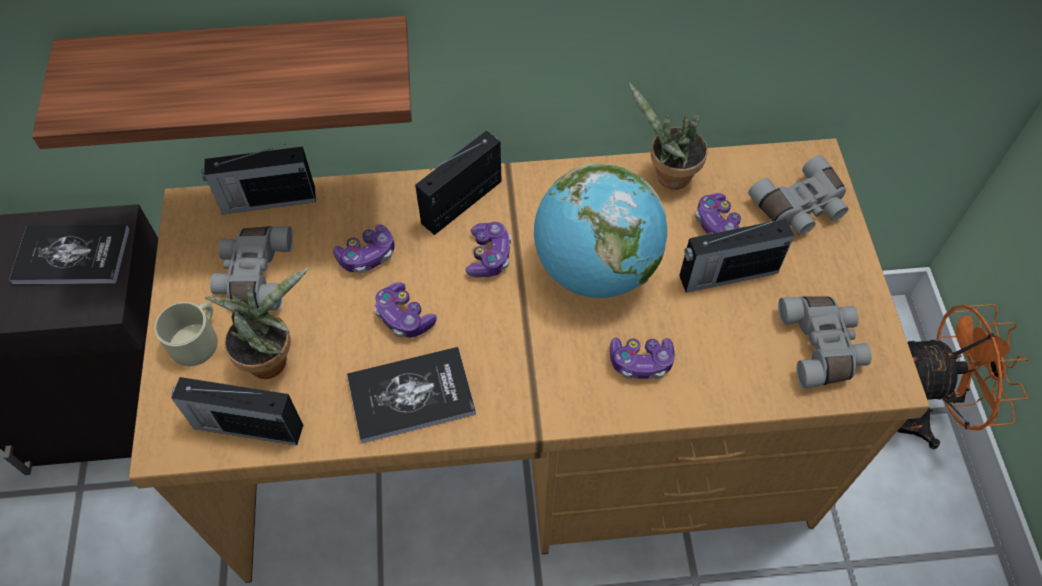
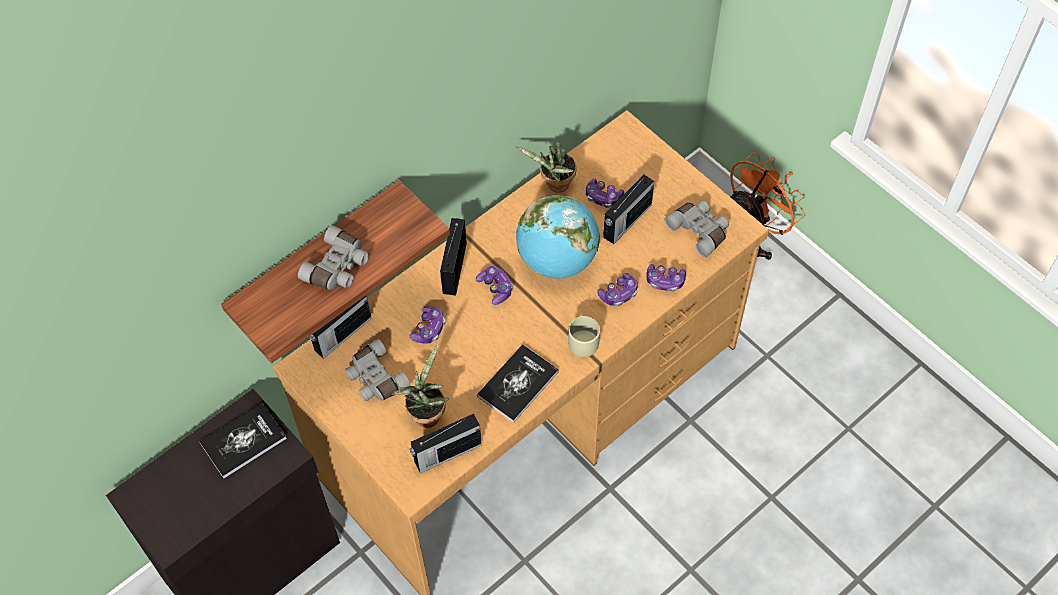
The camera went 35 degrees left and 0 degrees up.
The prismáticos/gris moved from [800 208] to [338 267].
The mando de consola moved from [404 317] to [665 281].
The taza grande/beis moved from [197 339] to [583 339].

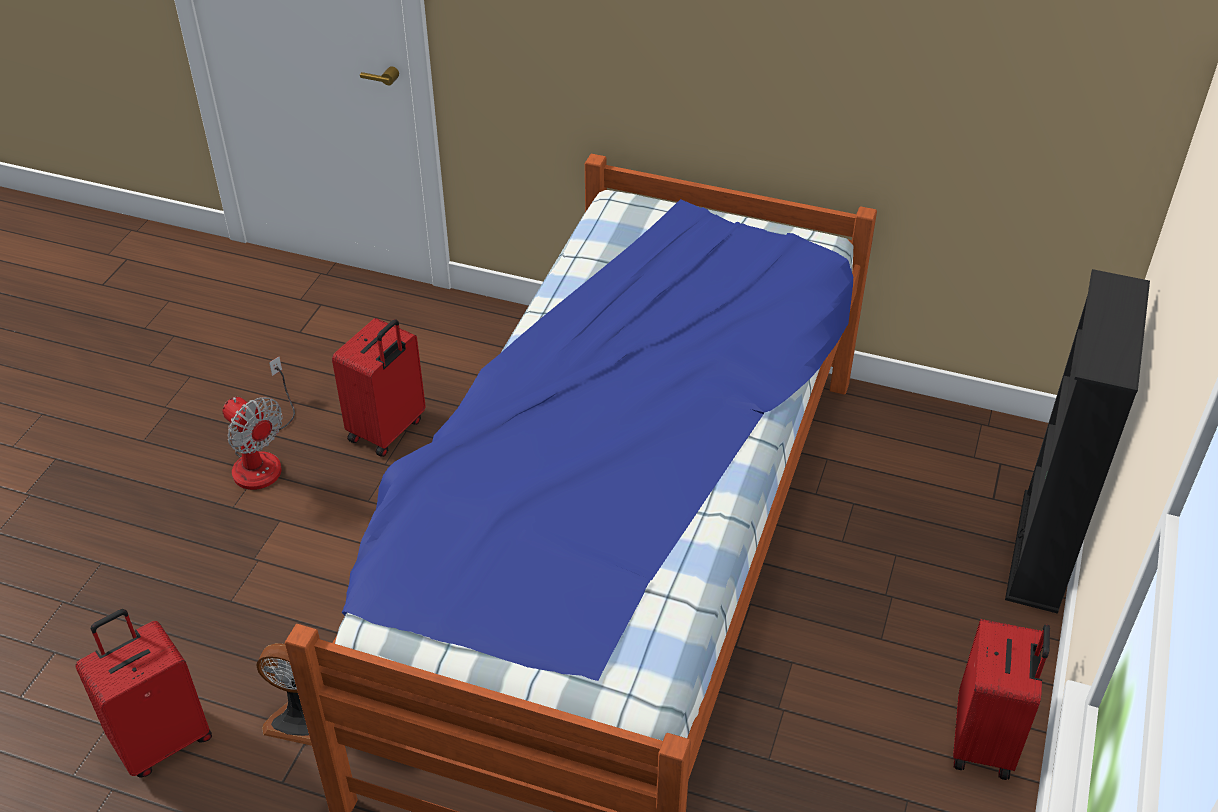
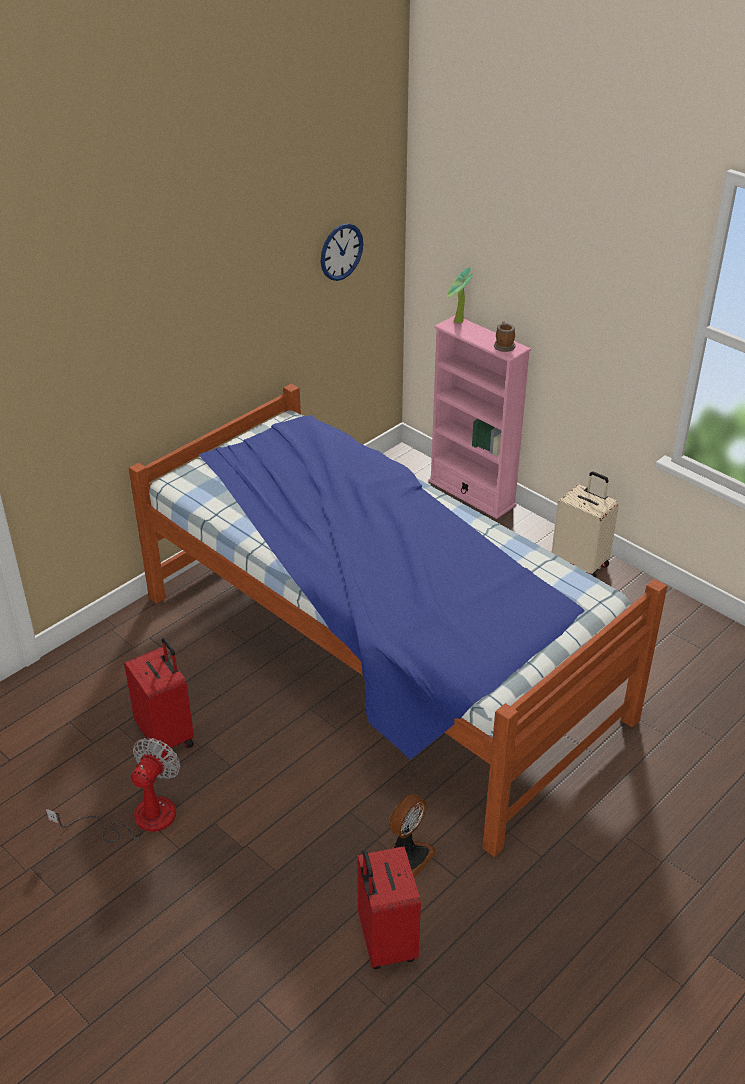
The camera went 65 degrees left and 5 degrees down.
The estantería/negro at [1041 551] became the estantería/rosa at [472 493].
The ventilador at [262 458] turned 45 degrees counterclockwise.
The maleta/rojo at [985 741] became the maleta/beis at [581 563].
The reloj de pared at [341 252] appeared.
The planta en maceta at [457 322] appeared.
The taza grande at [504 345] appeared.

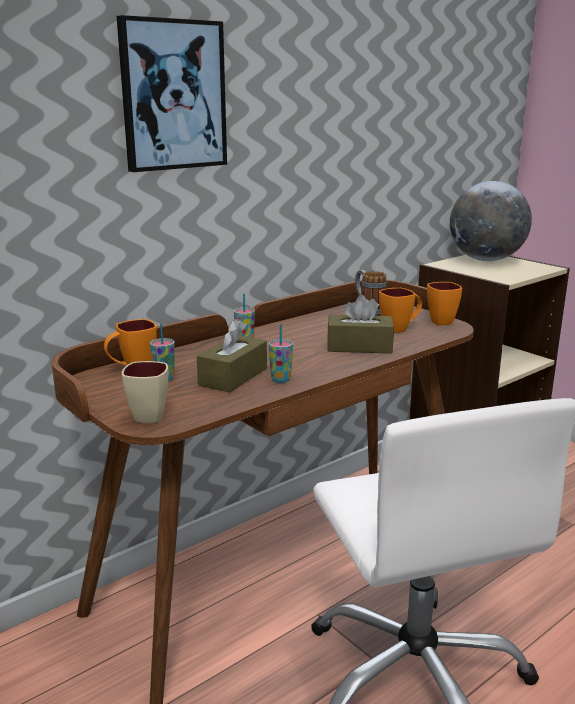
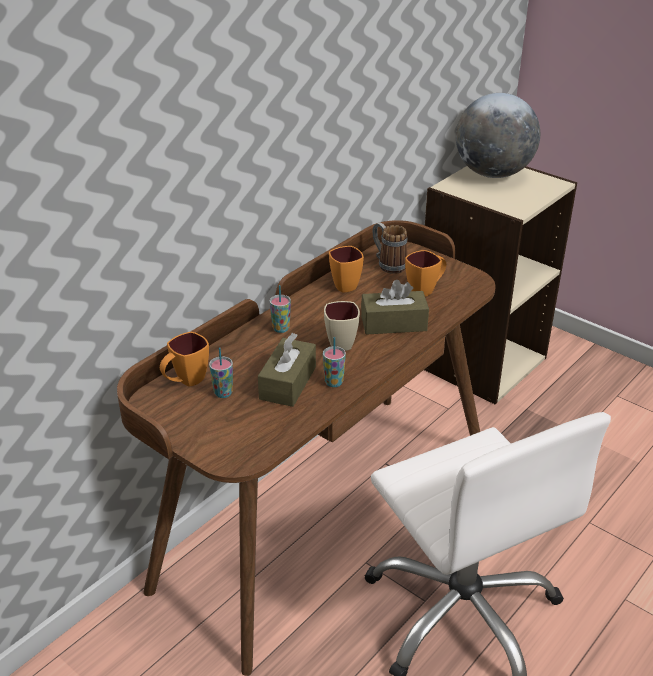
The camera went 10 degrees left and 15 degrees up.
The cuadro at [173 95] disappeared.
The taza grande/naranja moved from [438 320] to [342 284].
The taza grande/beis moved from [150 414] to [340 341].

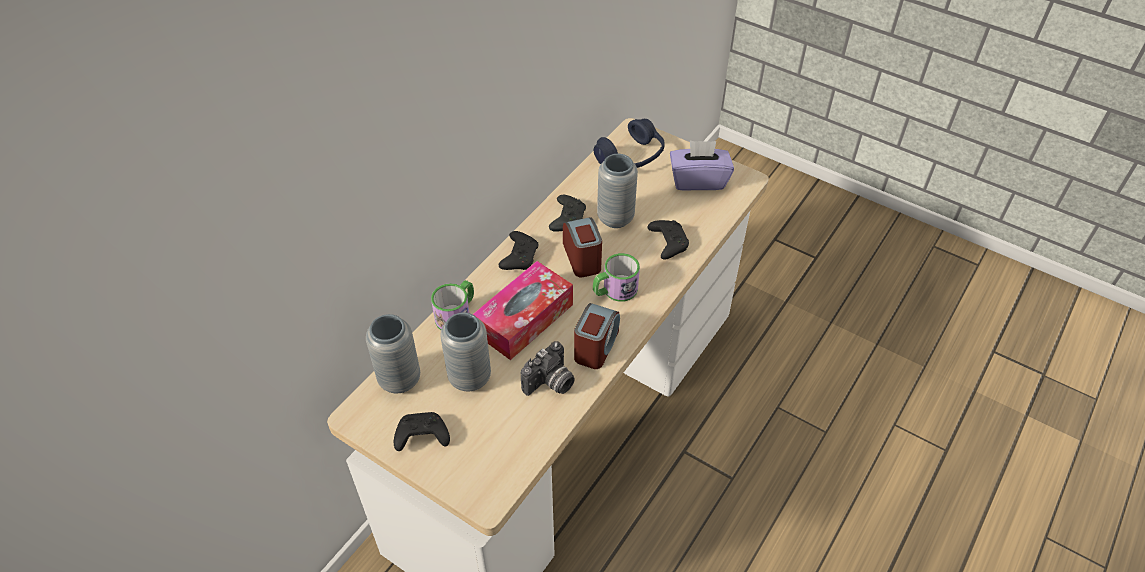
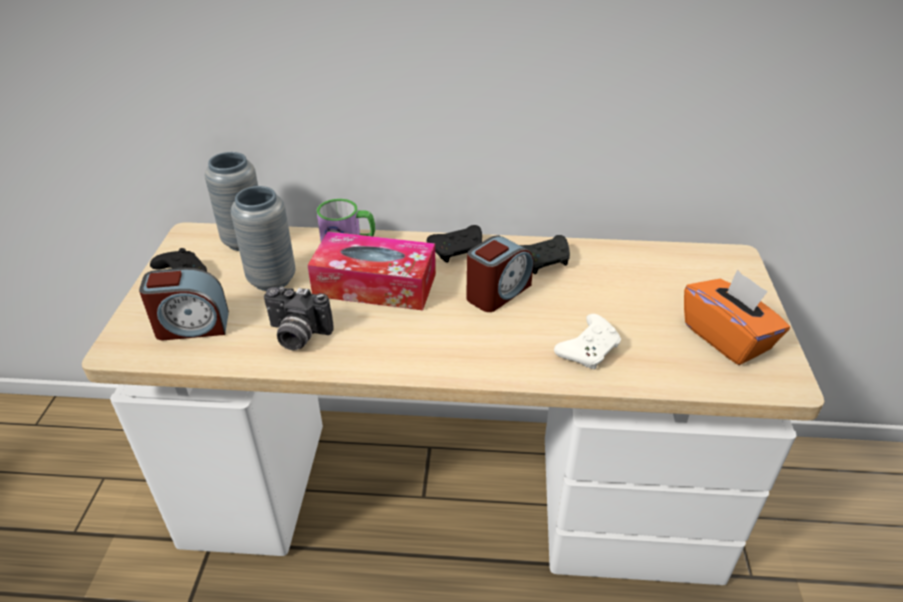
The camera went 60 degrees right and 10 degrees down.
The auriculares/azul at [631 157] disappeared.
The caja de pañuelos/morado at [698 180] became the caja de pañuelos/naranja at [726 337].
The florero/gris at [615 218] disappeared.
The mando de consola/negro at [667 243] became the mando de consola/blanco at [589 349].
The taza grande at [614 291] disappeared.
The despertador moved from [596 346] to [192 326].

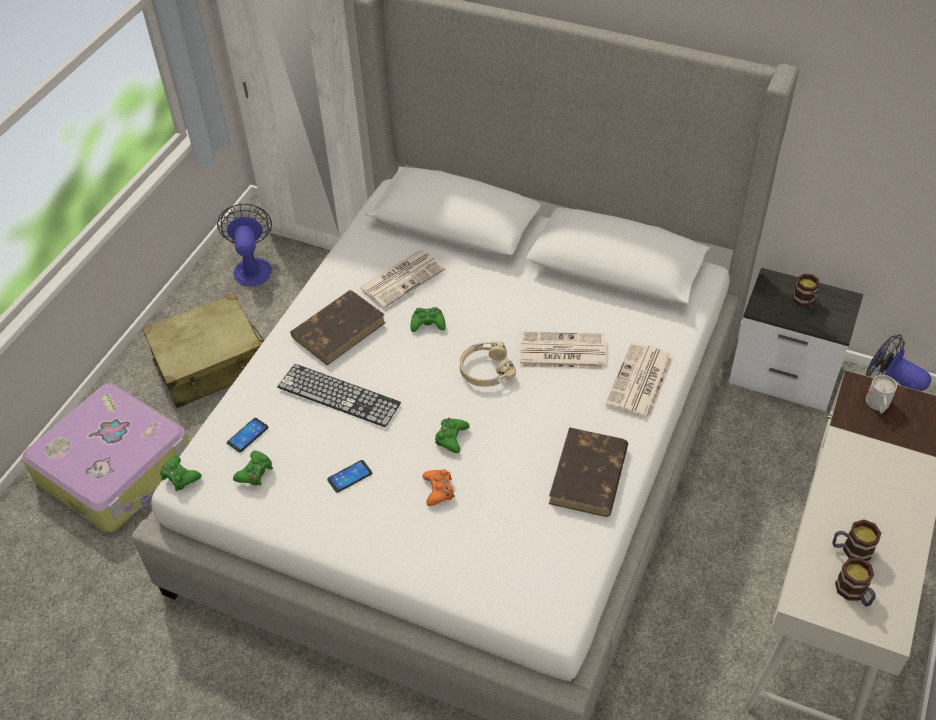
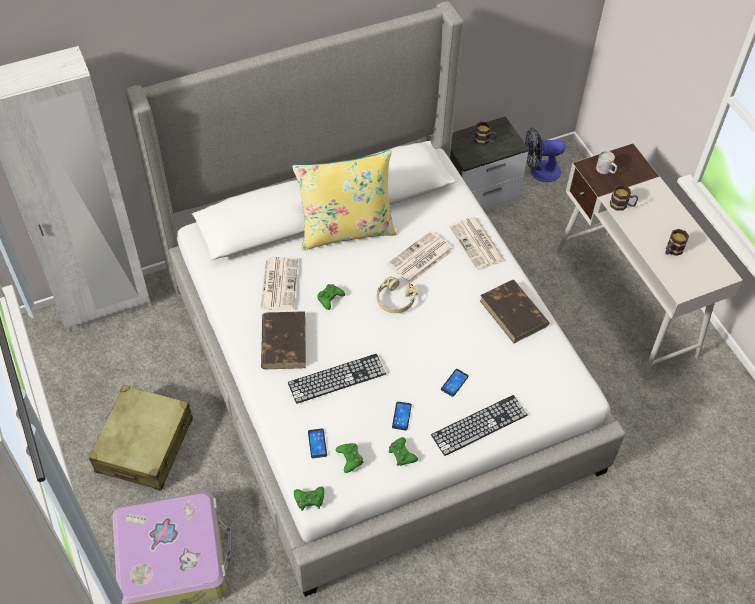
The camera went 50 degrees left and 5 degrees up.
The ventilador at [252 266] disappeared.
The mando de consola/verde moved from [451 438] to [402 454].
The mando de consola/naranja at [439 490] was replaced by the móvil at [454 383].
The taza grande moved from [854 593] to [622 205].
The cojín/amarillo at [346 230] appeared.
The teclado at [479 425] appeared.

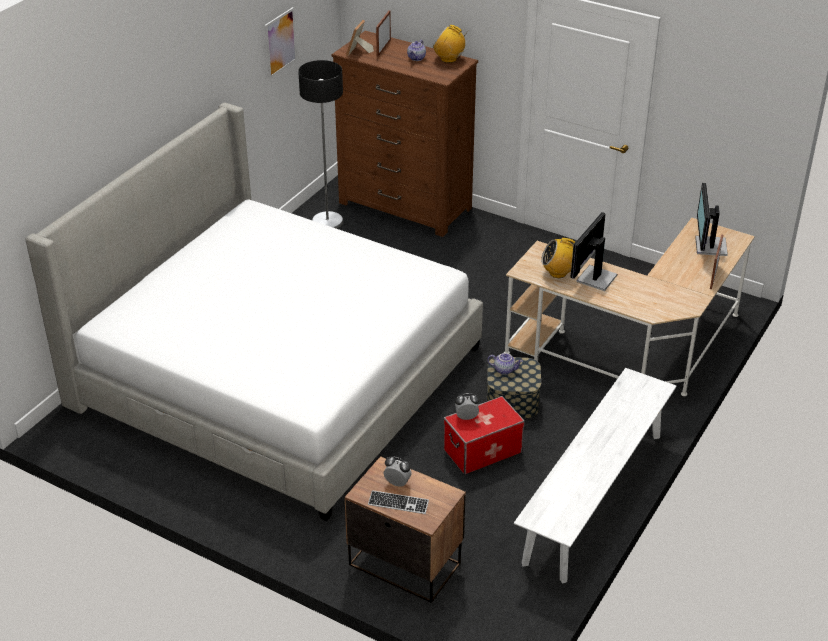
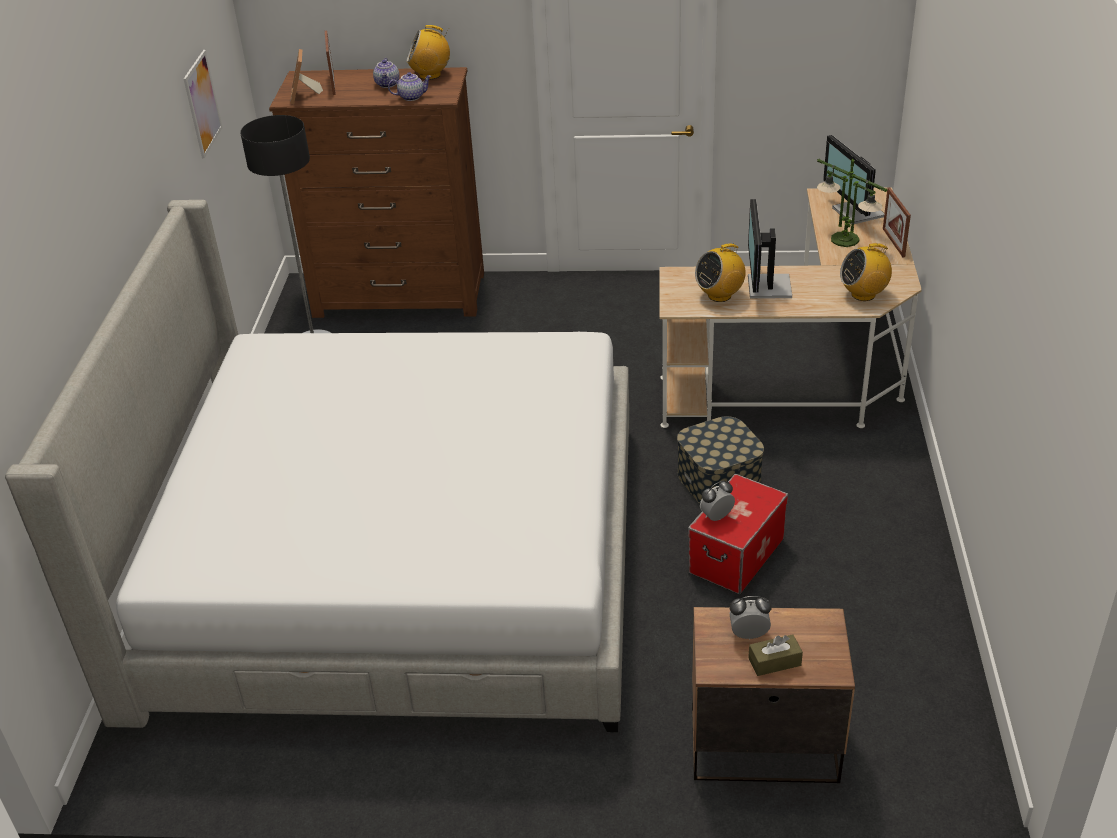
The camera went 25 degrees left and 0 degrees up.
The tetera moved from [504 369] to [411 97].
The banco/blanco at [594 497] disappeared.
The teclado at [398 503] was replaced by the caja de pañuelos/marrón at [774 662].
The lámpara de mesa at [845 240] appeared.
The radio at [863 294] appeared.

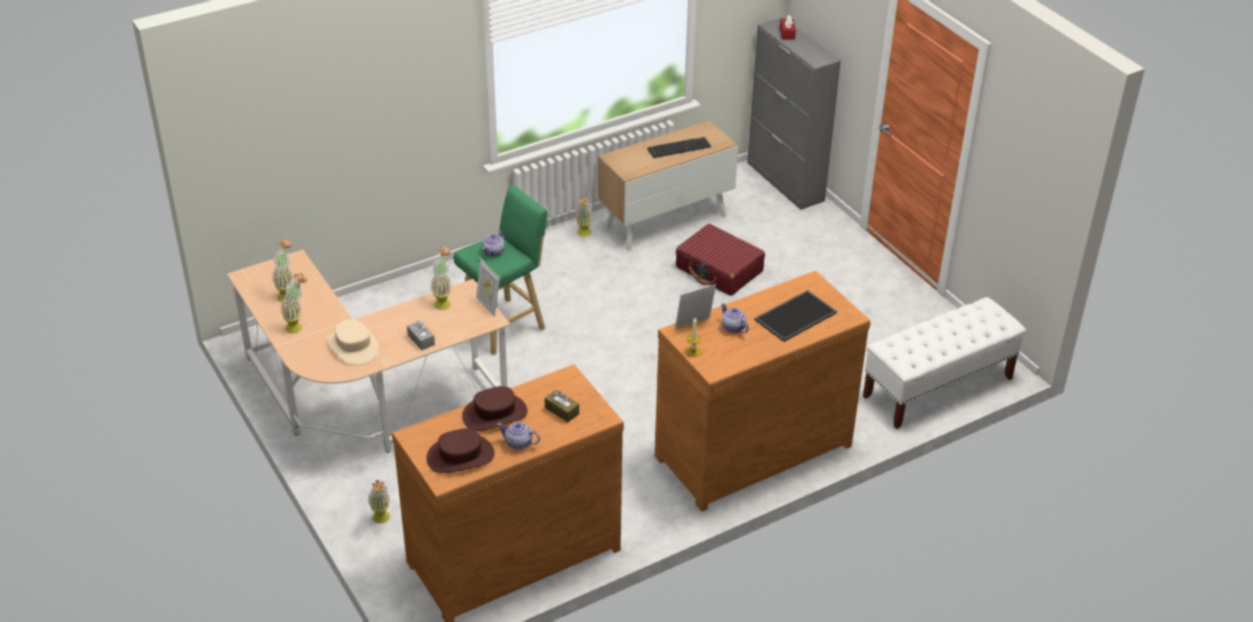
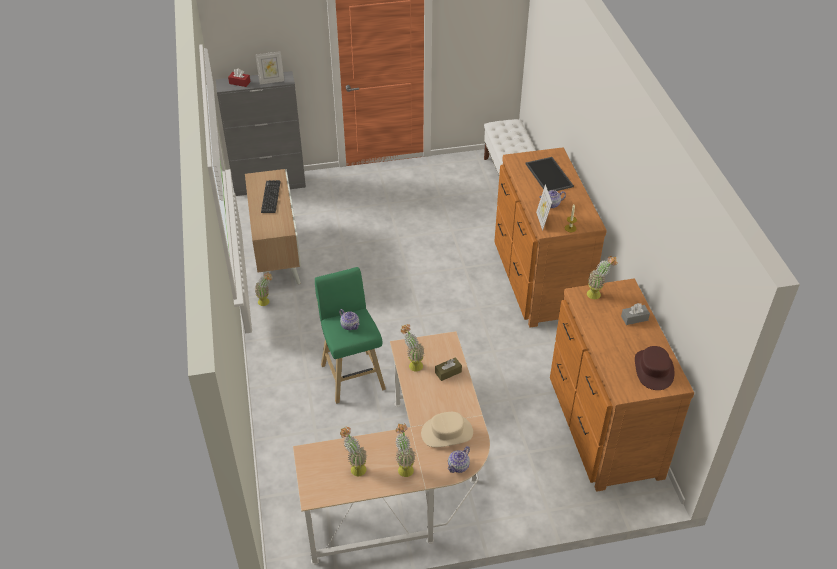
The camera went 70 degrees left and 5 degrees up.
The maleta/rojo at [719 270] disappeared.
The portarretratos moved from [488 305] to [271 81].
The caja de pañuelos/gris moved from [421 340] to [634 318].
The sombrero/marrón at [495 414] disappeared.
The caja de pañuelos/marrón moved from [562 411] to [448 372].
The tetera moved from [519 443] to [458 466].
The planta en maceta moved from [382 520] to [597 294].

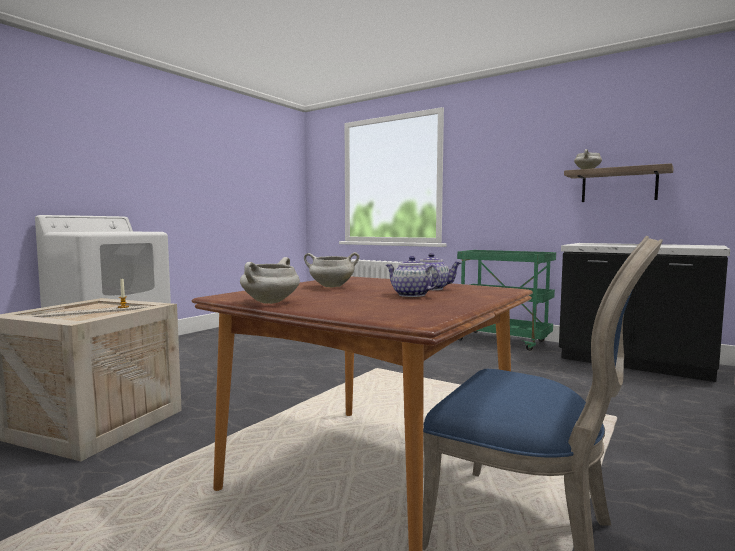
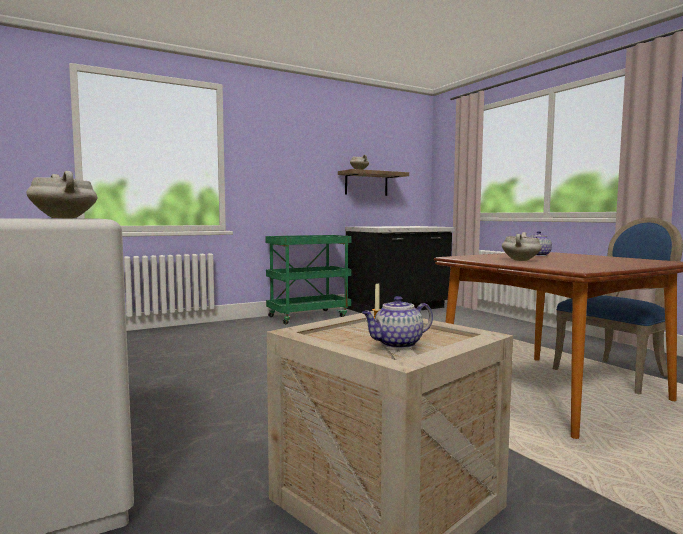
The camera went 65 degrees left and 0 degrees up.
The tetera moved from [410 295] to [397 344].
The olla/blanco moved from [270 302] to [65 218].

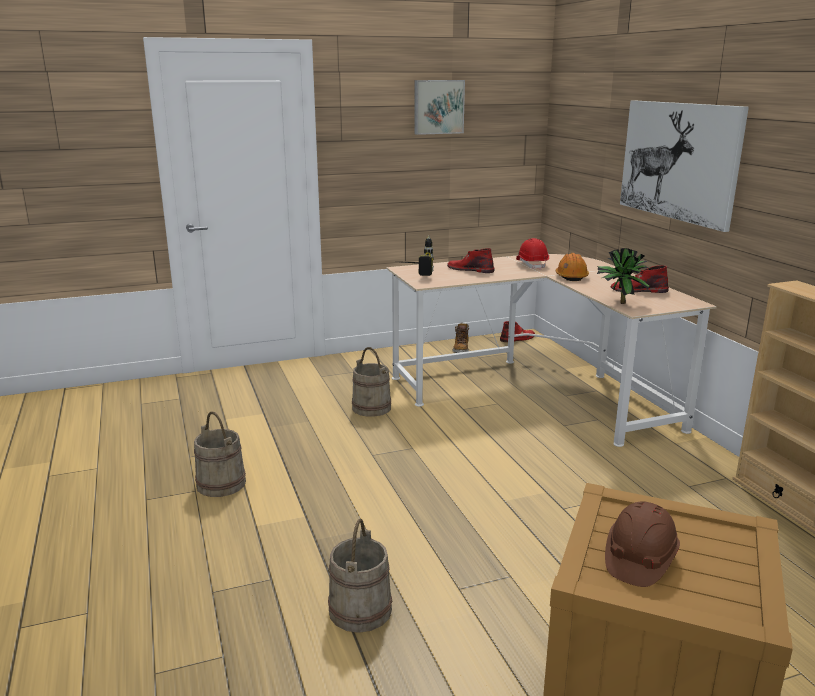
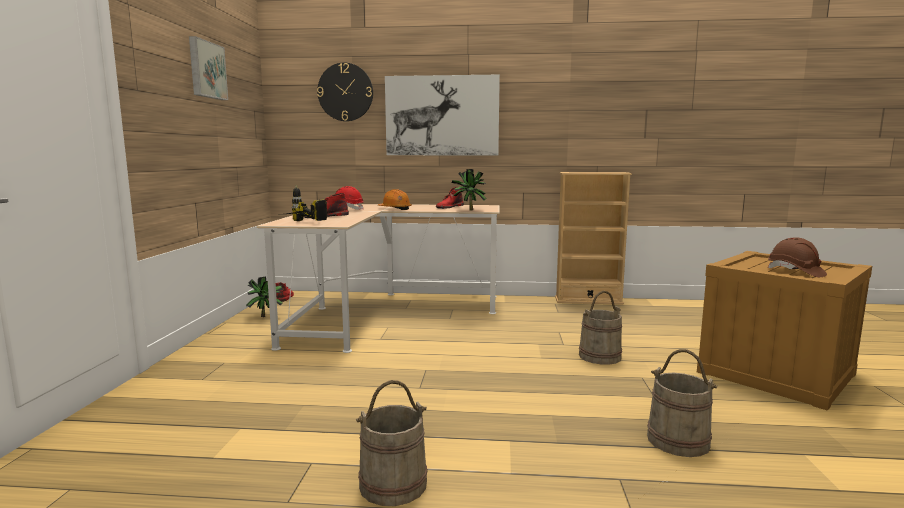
The camera went 65 degrees left and 10 degrees down.
The bota at [461 349] was replaced by the planta en maceta at [265 316].
The cubo/beis moved from [372 407] to [599 356].
The reloj de pared at [345 92] appeared.

